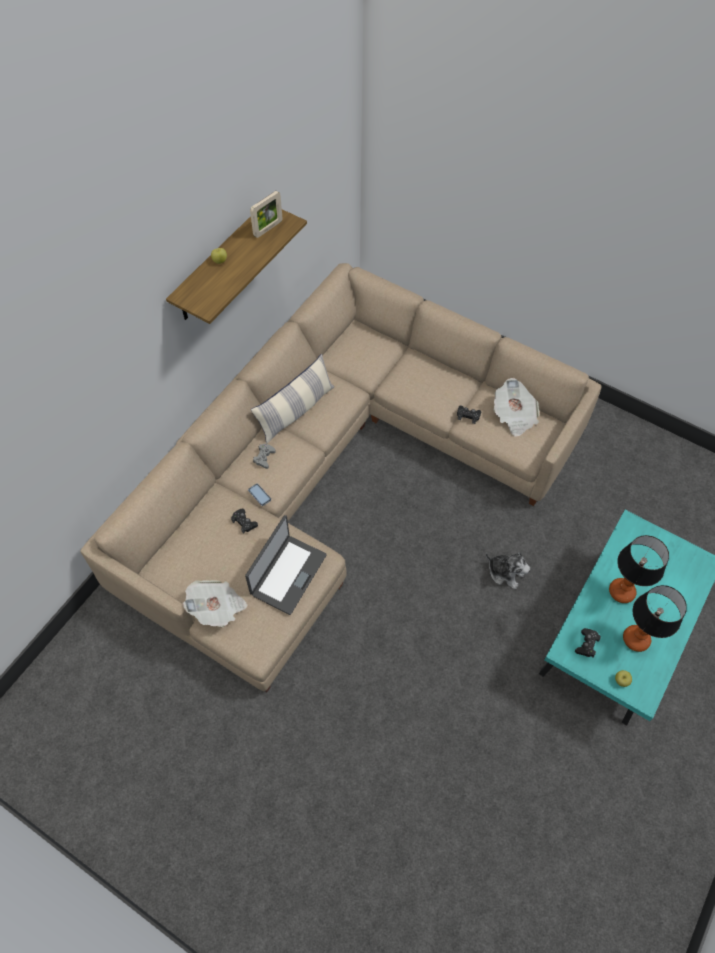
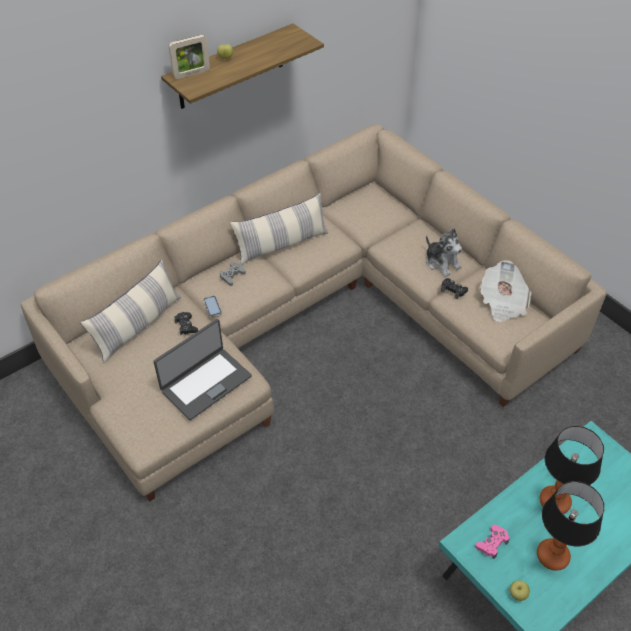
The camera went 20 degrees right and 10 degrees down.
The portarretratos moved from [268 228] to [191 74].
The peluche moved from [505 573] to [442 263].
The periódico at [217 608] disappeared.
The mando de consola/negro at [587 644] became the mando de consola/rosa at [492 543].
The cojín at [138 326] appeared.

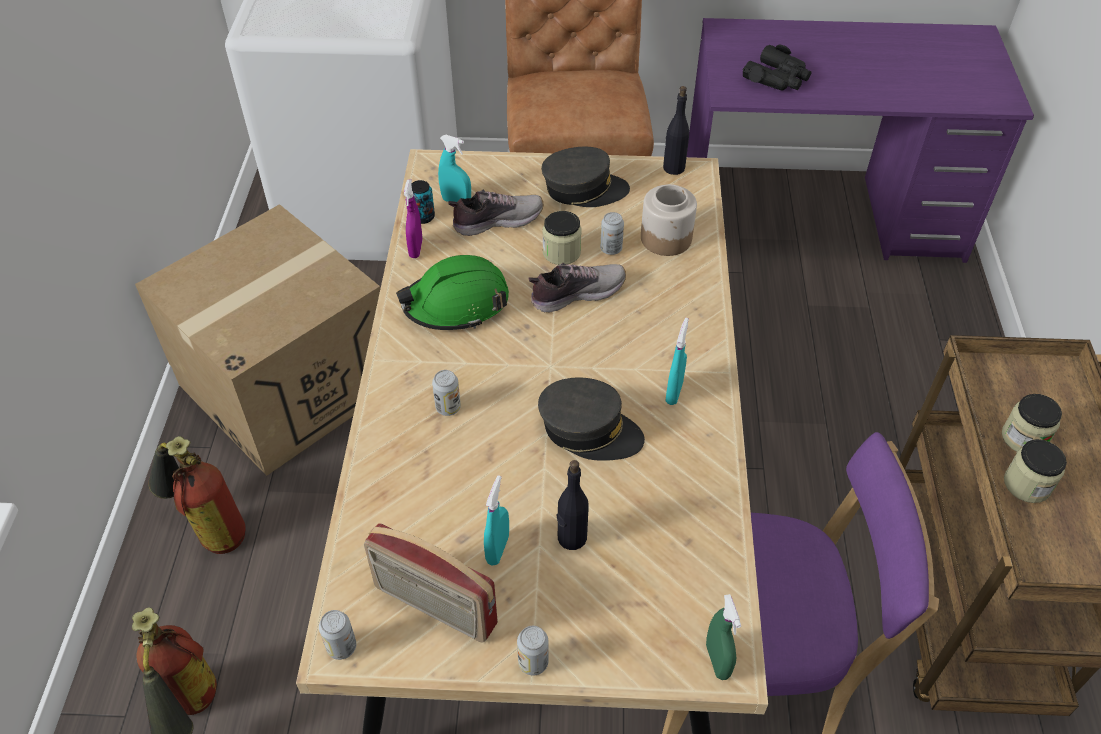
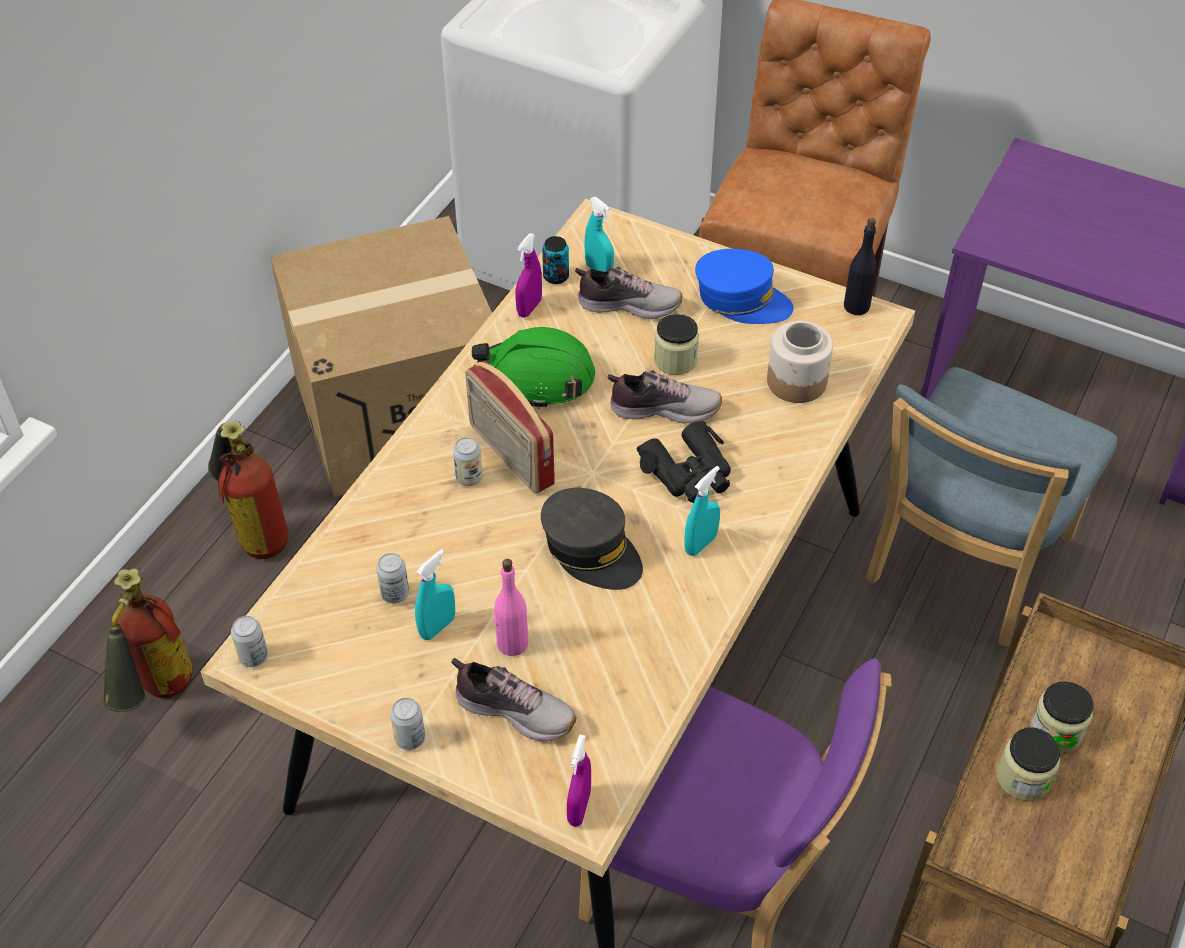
The camera went 25 degrees right and 0 degrees up.
The prismáticos/negro moved from [777 78] to [689 473].
The gorra/gris at [584 189] became the gorra/azul at [741 299].
The lata moved from [611 249] to [395 594].
The botella/negro at [571 538] became the botella/rosa at [512 643].
The radio moved from [434 607] to [510 455].
The pulverizador/verde at [717 661] became the pulverizador/morado at [579 808].
The silla/azul at [963 566] appeared.
The zapato at [515 710] appeared.

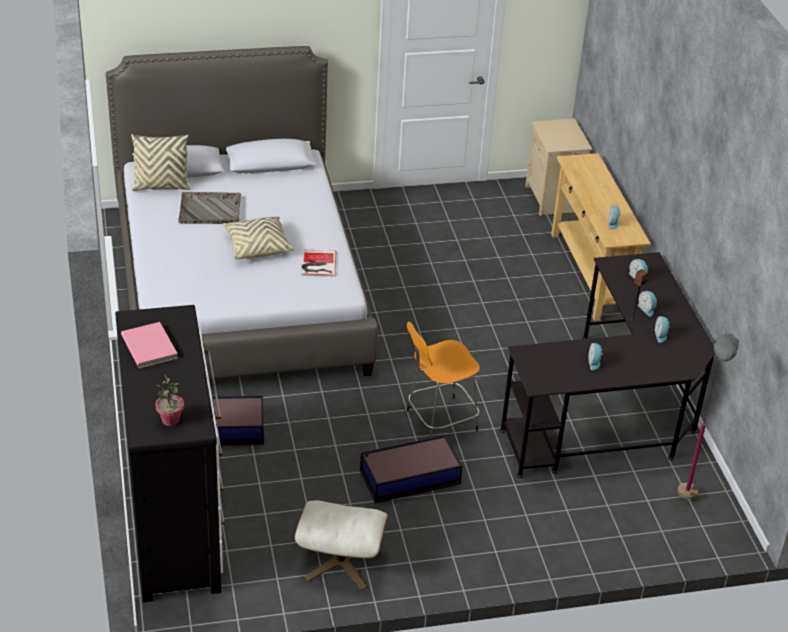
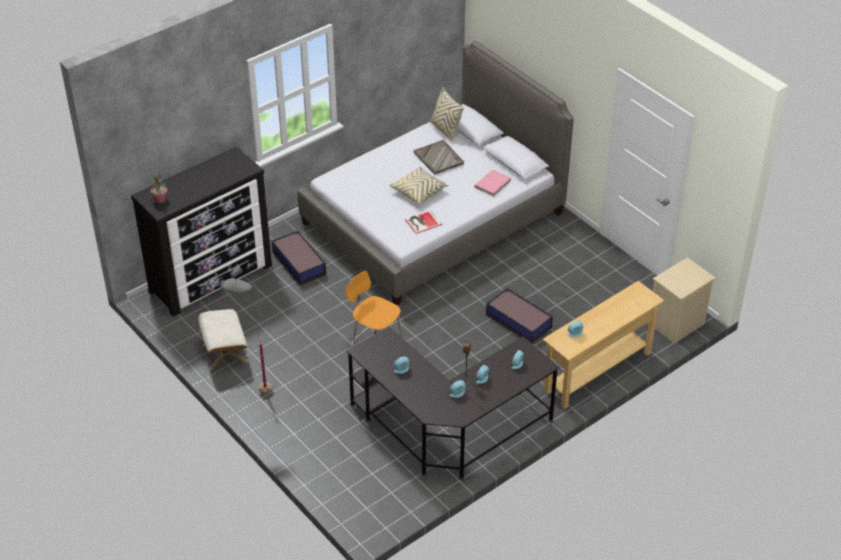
The camera went 65 degrees right and 5 degrees up.
The libro/rosa moved from [150 347] to [493 184].
The lámpara de pie/gris moved from [685 509] to [253 393].
The caja de almacenaje moved from [408 477] to [518 320].

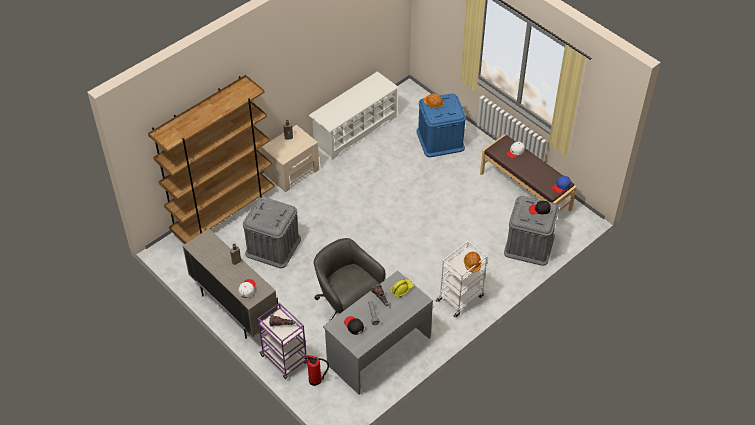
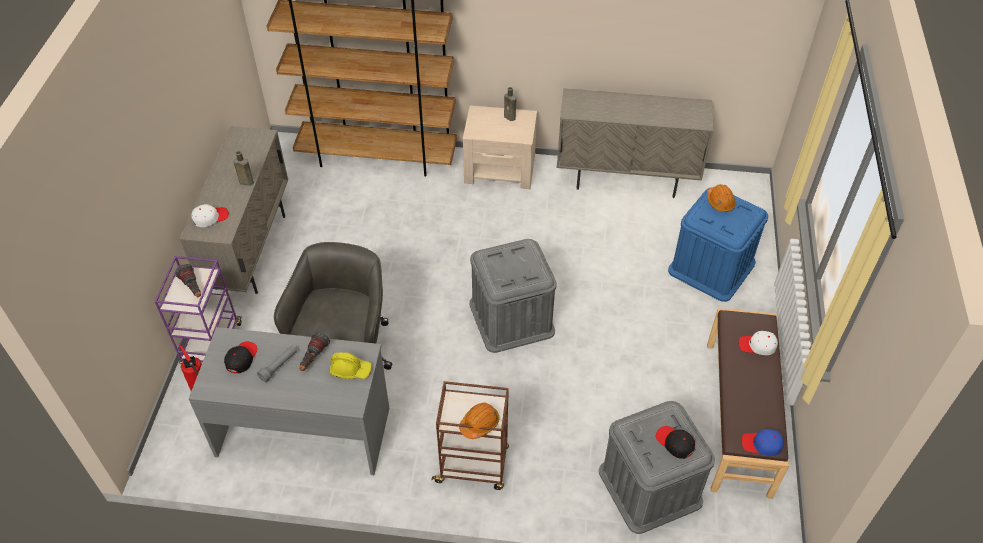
The camera went 50 degrees right and 0 degrees up.
The zapatero/blanco at [355 130] was replaced by the armario/beis at [626 180].
The caja de almacenaje/gris moved from [273 246] to [511 318].
The carrito/blanco at [460 298] became the carrito/marrón at [473 465].

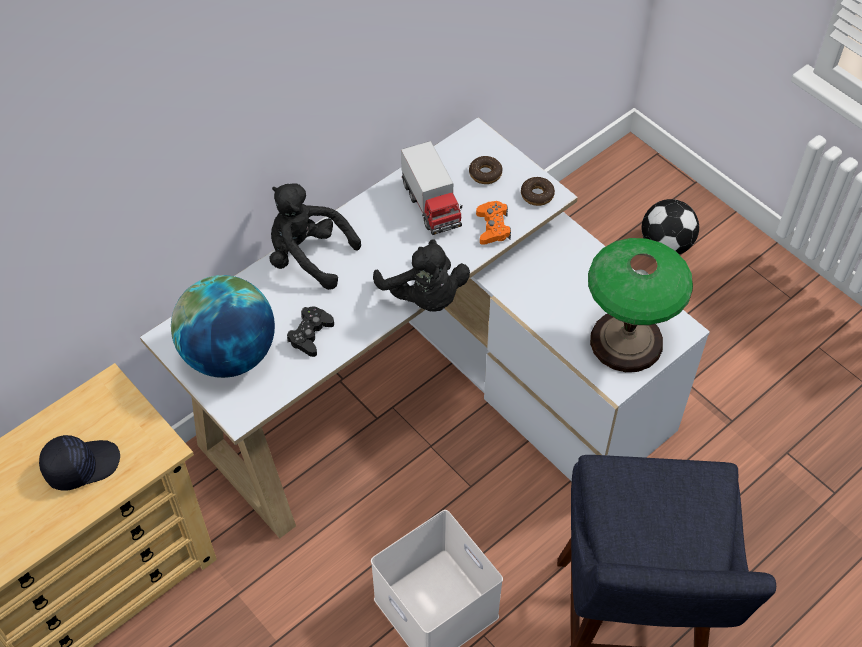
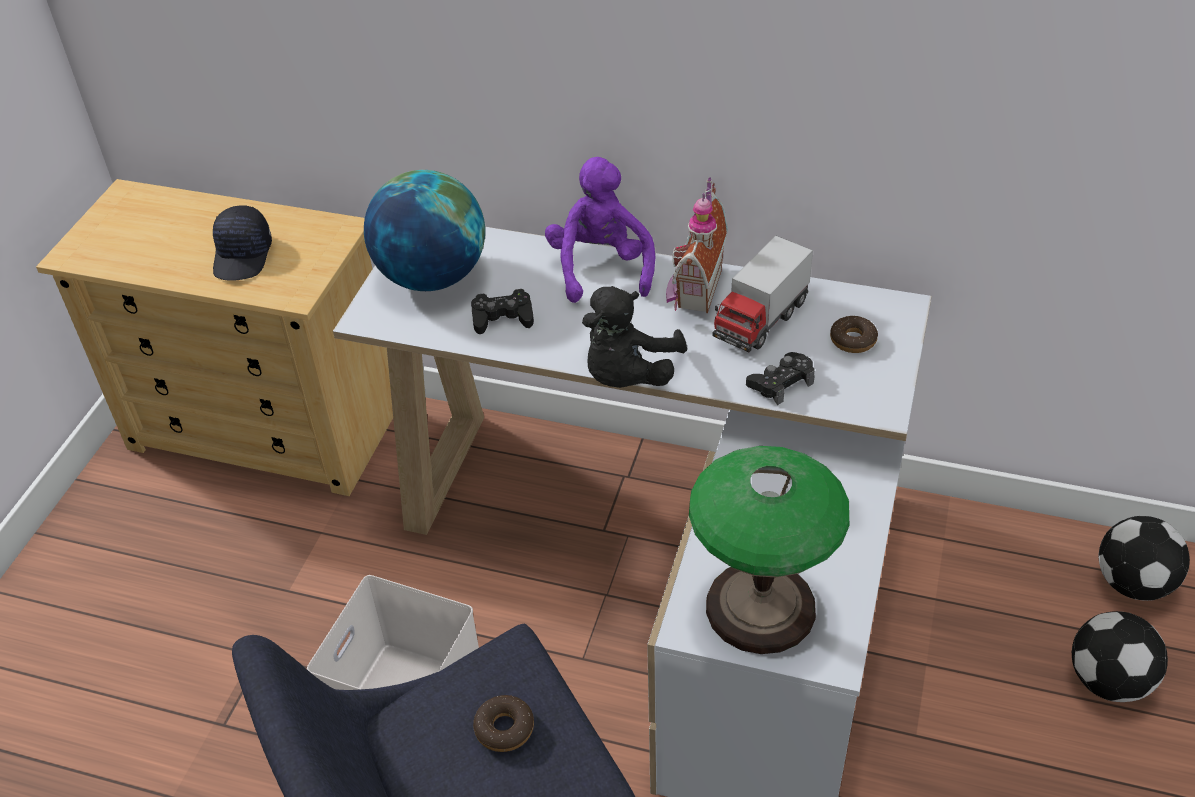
The camera went 60 degrees right and 10 degrees down.
The rosquilla moved from [537 195] to [504 728].
The peluche/negro at [308 256] became the peluche/morado at [601 268].
The mando de consola/naranja at [493 227] became the mando de consola/negro at [781 383].
The gorra/negro at [81 465] turned 60 degrees clockwise.
The casita at [693 289] appeared.
The balón de fútbol at [1134 583] appeared.

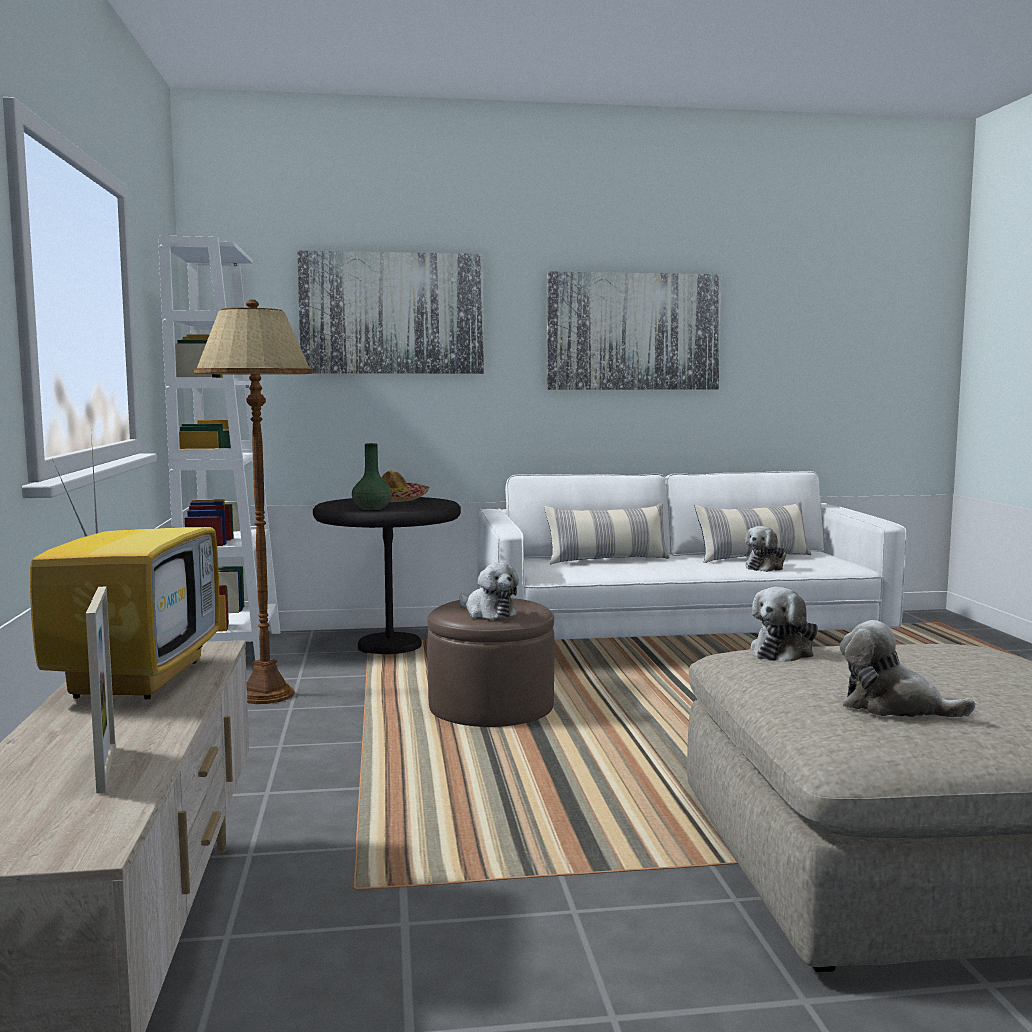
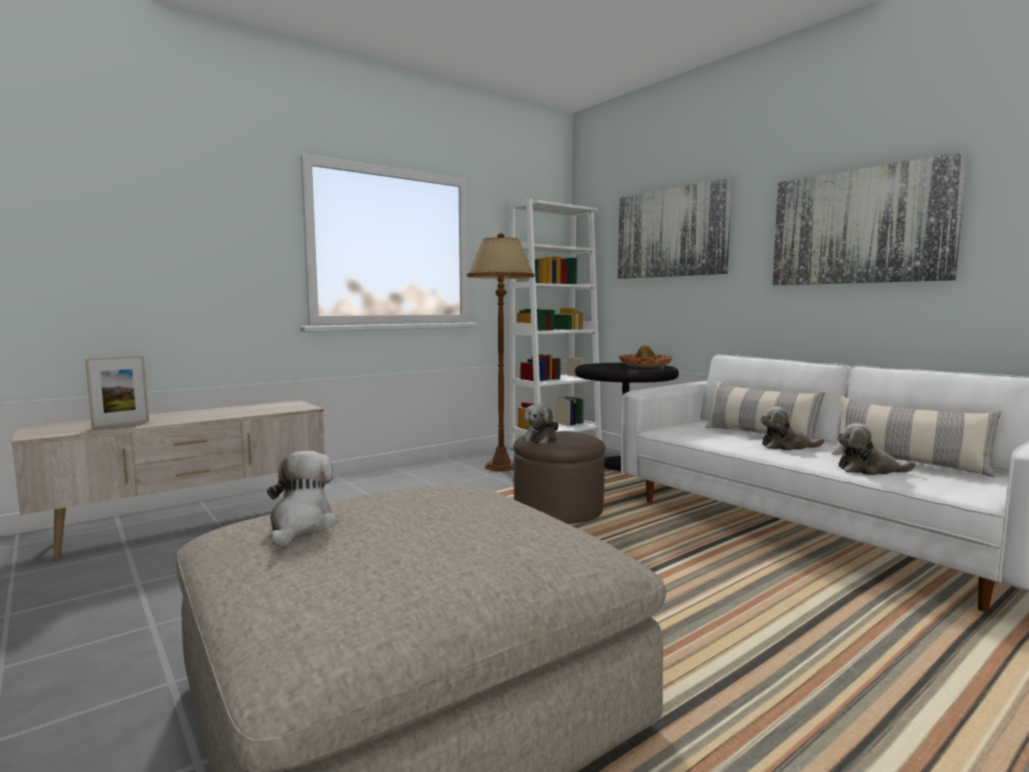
The camera went 60 degrees right and 0 degrees up.
The televisor at [136 678] disappeared.
The florero/verde at [371 508] disappeared.
The peluche moved from [784 652] to [786 446].

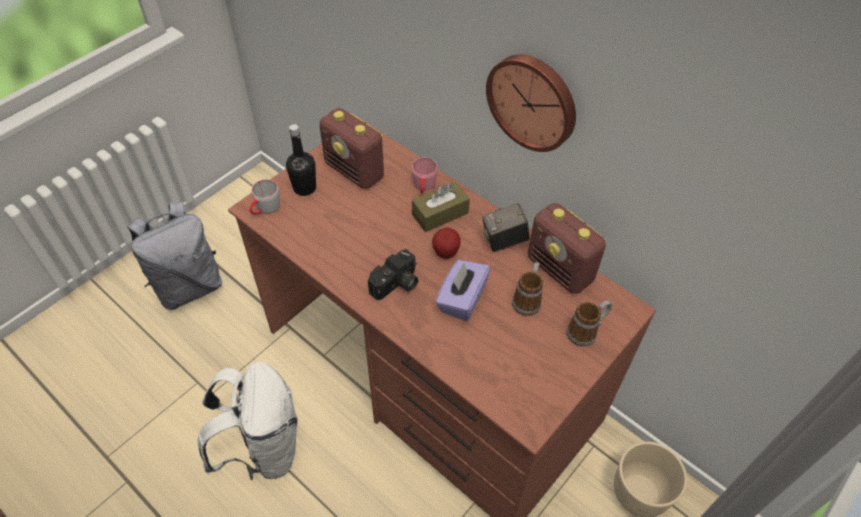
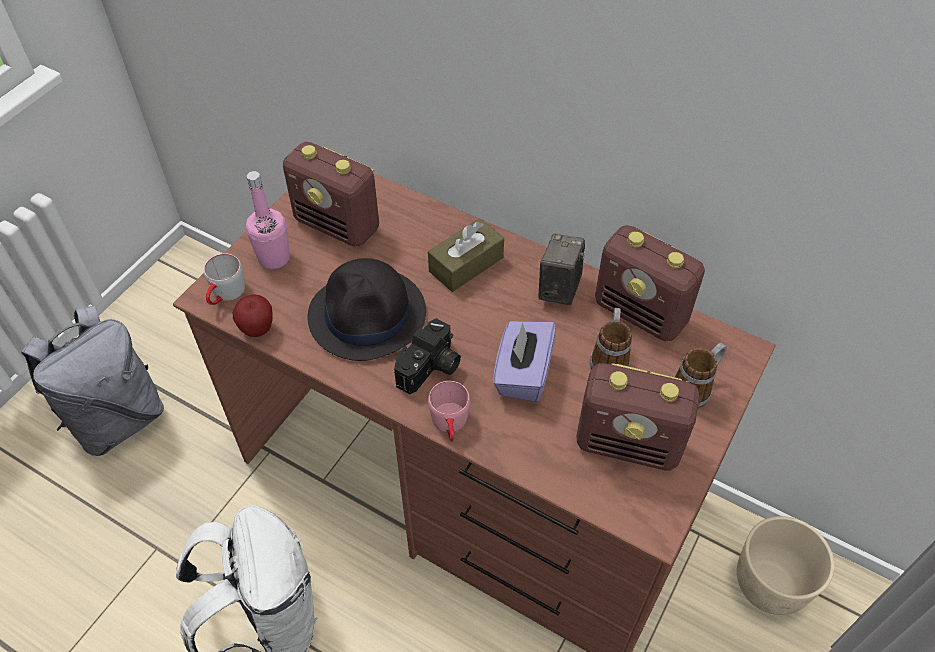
The camera went 10 degrees left and 0 degrees up.
The reloj de pared at [533 101] disappeared.
The botella/negro at [304 188] became the botella/rosa at [274 258].
The taza grande/rosa moved from [424 187] to [450 425].
The cámara at [504 241] turned 135 degrees clockwise.
The manzana moved from [445 253] to [257 329].
The sombrero/negro at [368 315] appeared.
The radio at [629 444] appeared.

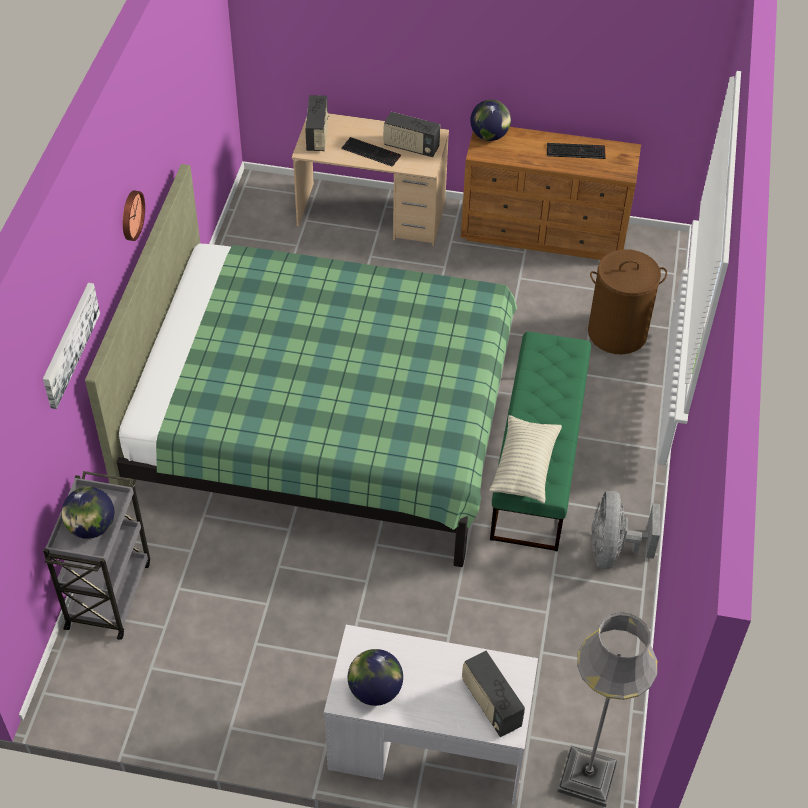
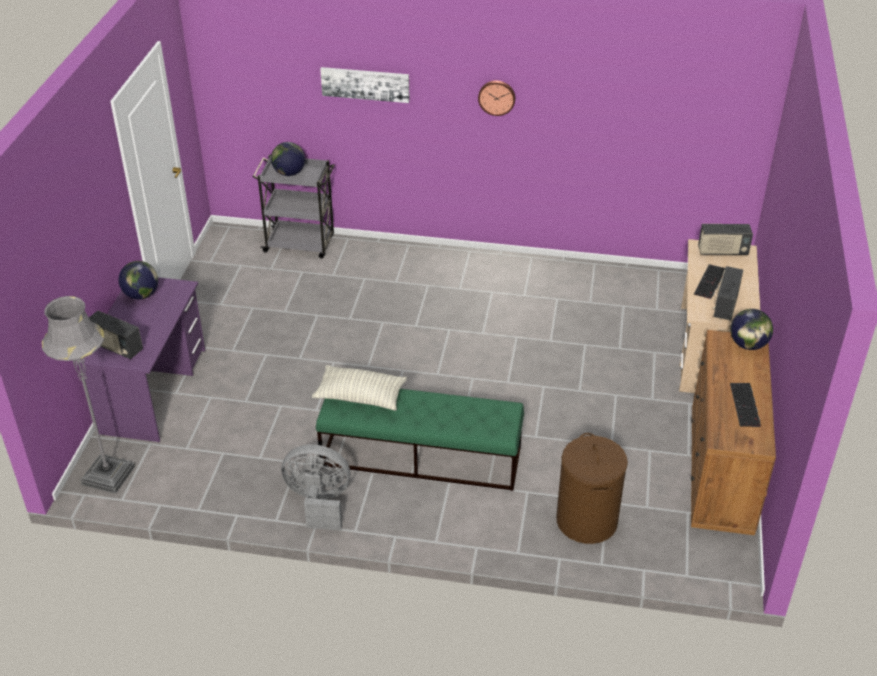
The camera went 90 degrees right and 10 degrees down.
The cama/verde at [322 423] disappeared.
The escritorio/blanco at [428 747] became the escritorio/morado at [153 391].
The radio at [490 704] turned 120 degrees counterclockwise.

